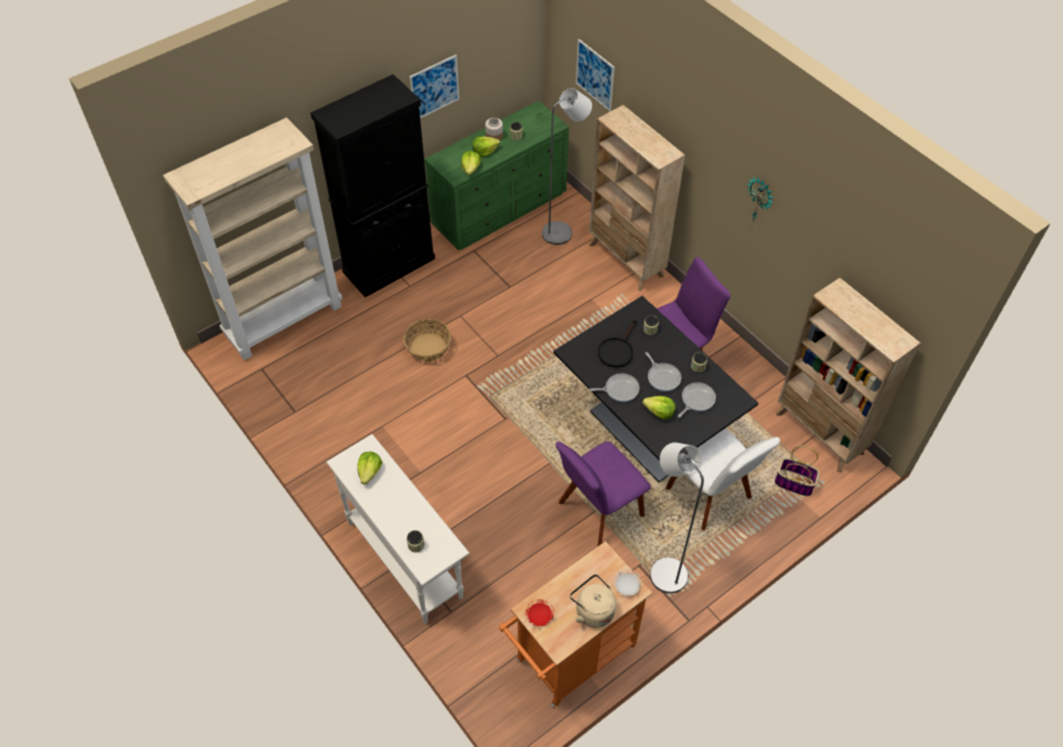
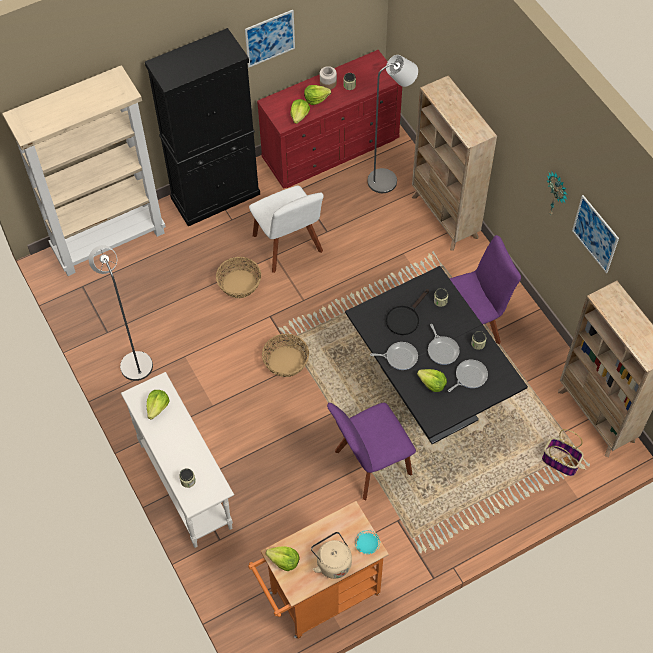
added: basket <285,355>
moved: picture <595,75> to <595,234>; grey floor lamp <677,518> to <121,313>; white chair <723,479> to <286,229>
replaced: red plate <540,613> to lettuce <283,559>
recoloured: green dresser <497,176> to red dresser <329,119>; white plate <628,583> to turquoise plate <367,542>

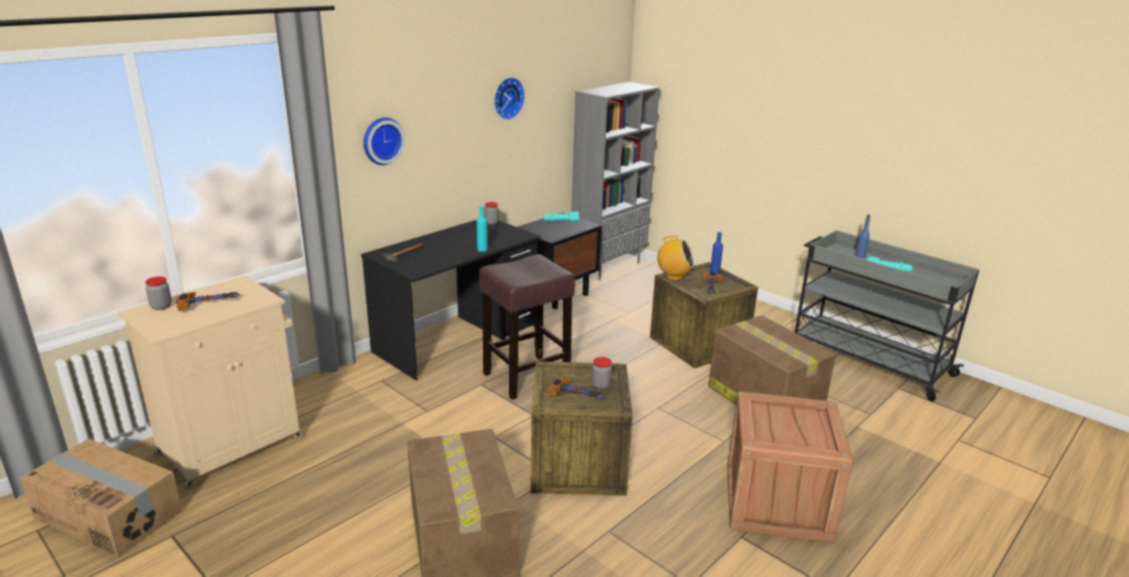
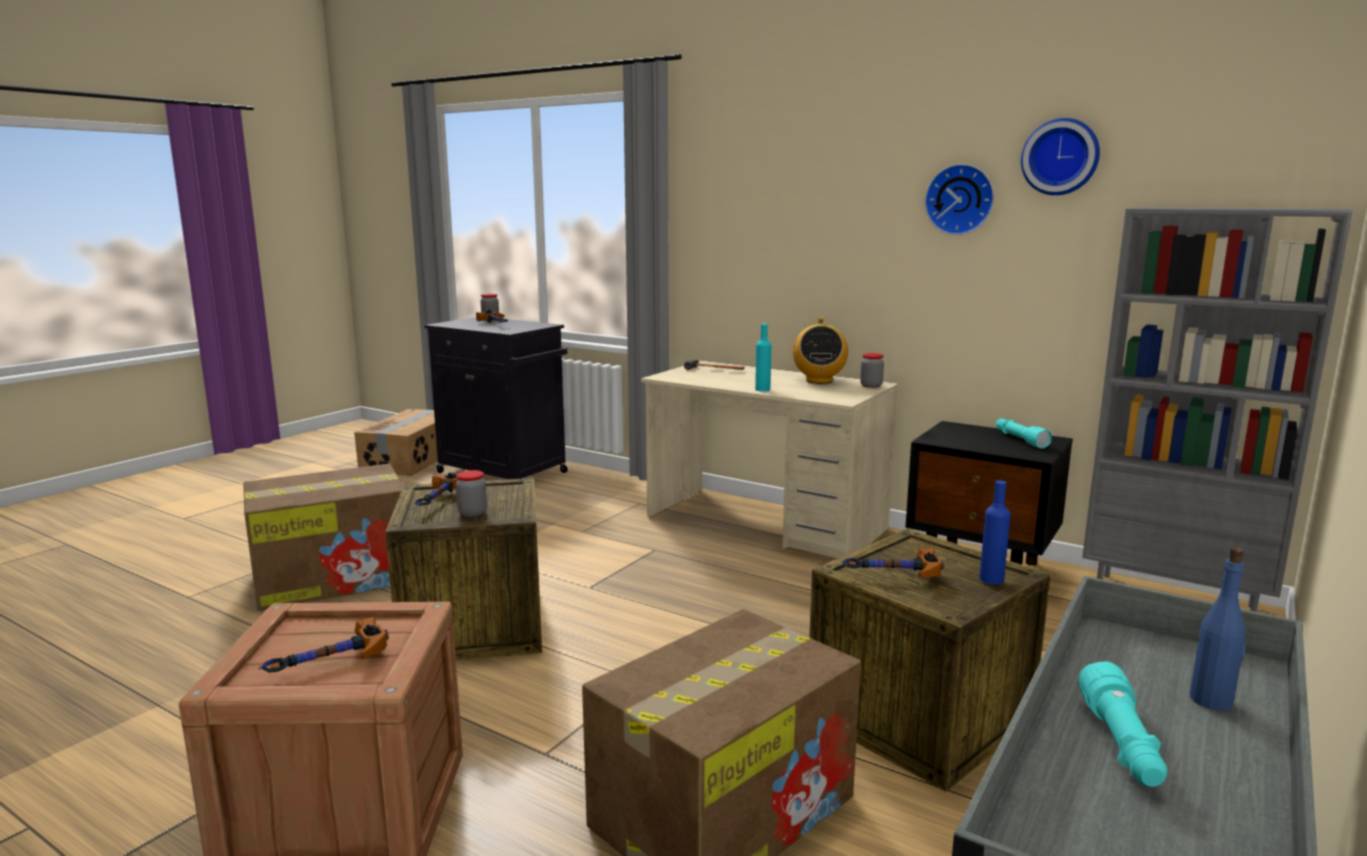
removed: brown stool <527,327>
added: hammer <324,645>
moved: wall clock <384,141> to <1060,156>; radio <675,257> to <820,351>
recoloured: beige cabinet <210,383> to black cabinet <496,398>; black desk <451,300> to beige desk <770,459>

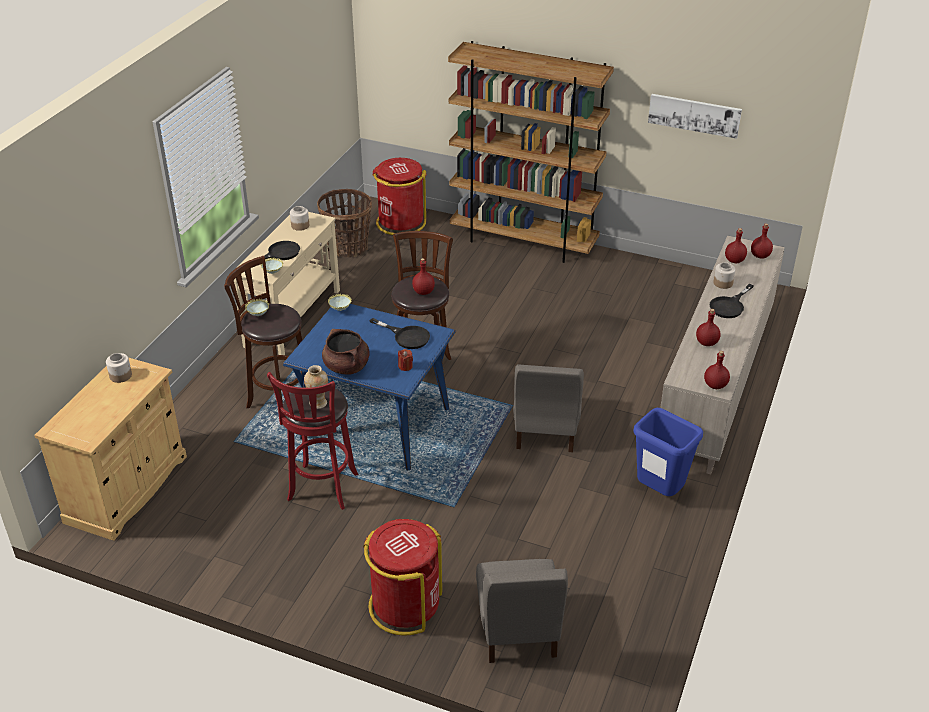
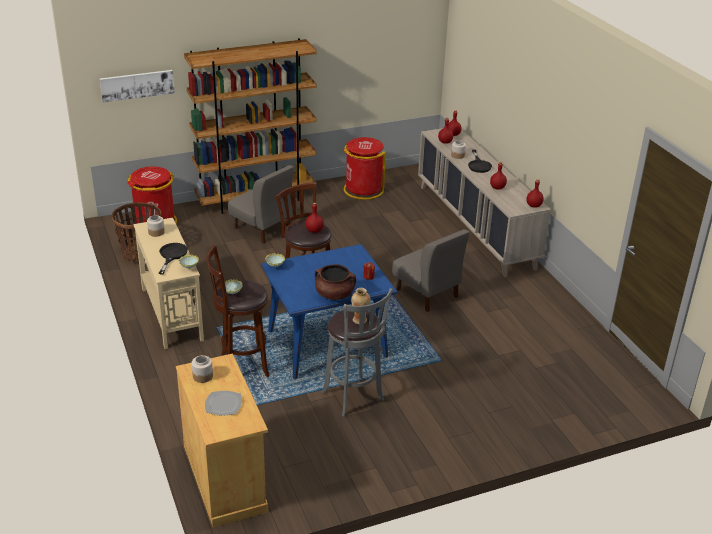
removed: black frying pan <400,333>; blue trash can <668,452>
added: plate <223,403>
moved: red trash can <402,577> to <365,168>; grey chair <522,611> to <261,204>; picture <695,116> to <137,86>
recoloured: red stool <313,441> to grey stool <357,352>

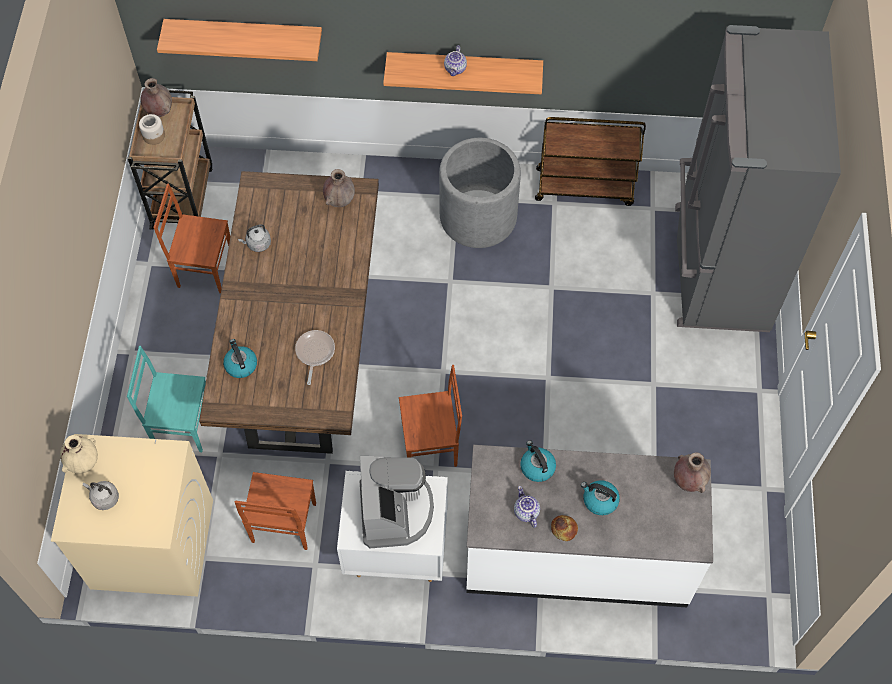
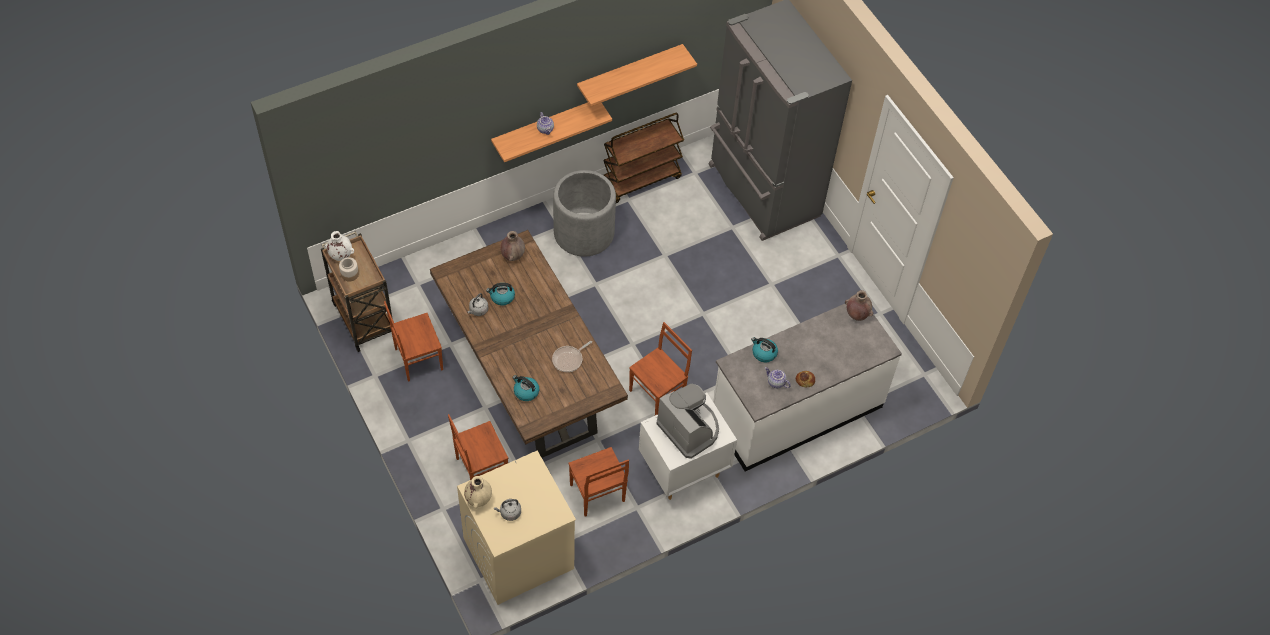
moved: shelf <239,40> to <637,75>; kettle <600,497> to <500,294>
recoloured: turquoise chair <166,399> to brown chair <478,447>; brown vase <156,97> to white vase <339,246>
turned: frying pan <315,357> = <572,356> 105 degrees counterclockwise

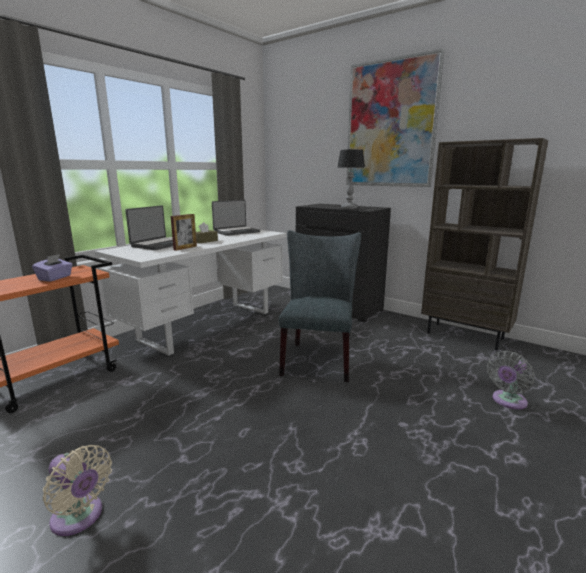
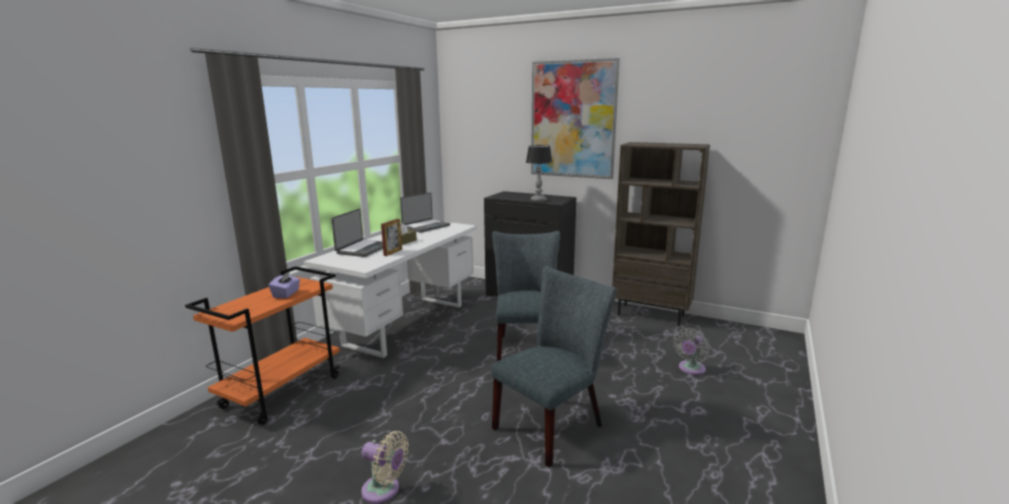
added: grey chair <553,366>

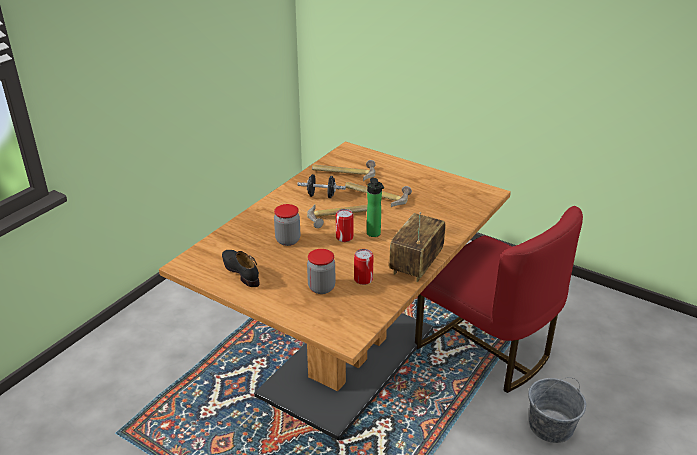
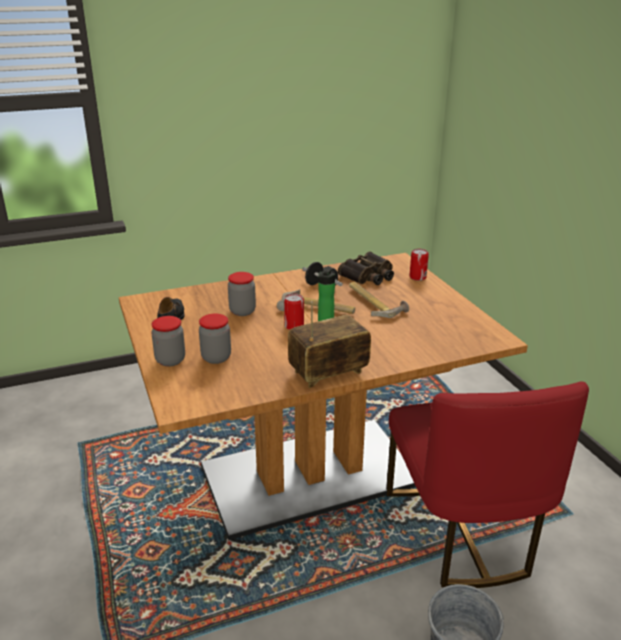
added: jar <168,341>
moved: can <364,267> to <419,265>
replaced: hammer <344,170> to binoculars <366,268>

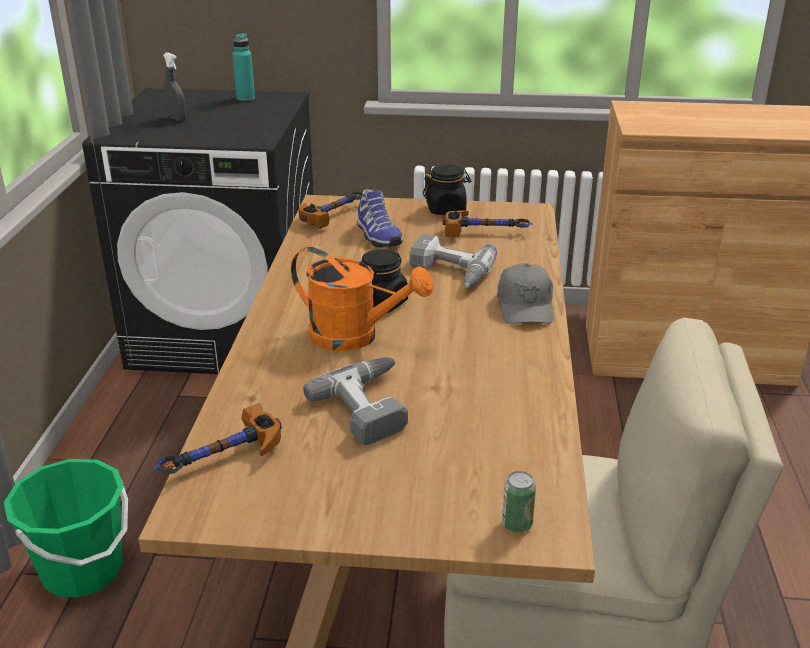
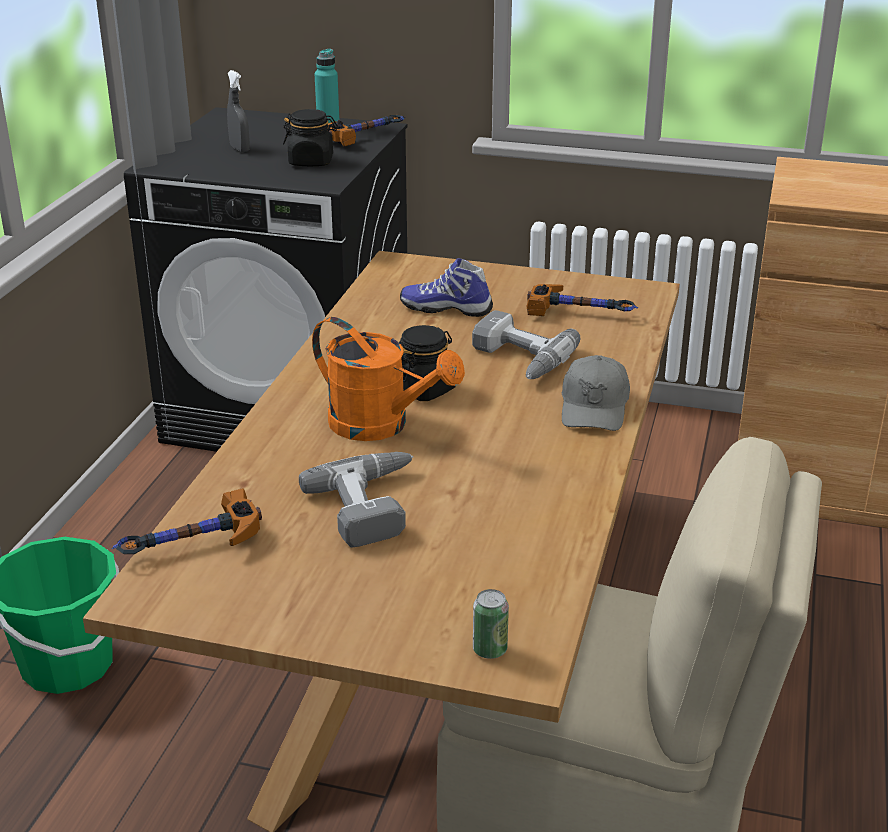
moved: hammer <331,210> to <365,131>; black jar <447,189> to <310,137>
turned: shoe <380,218> = <446,287> 120 degrees clockwise

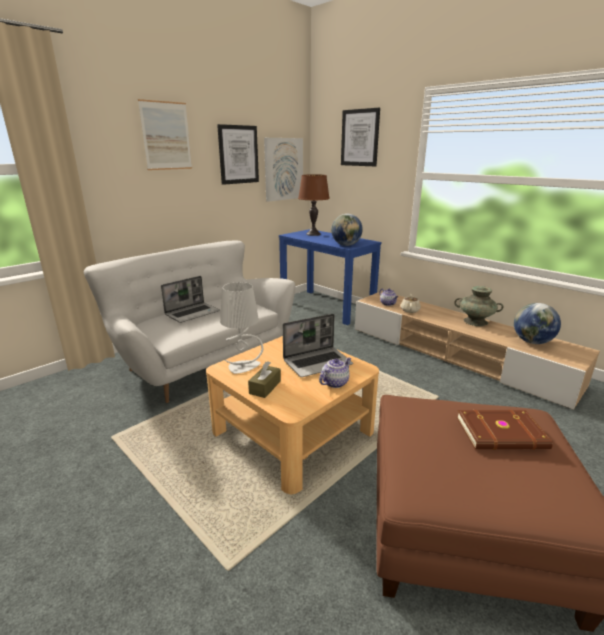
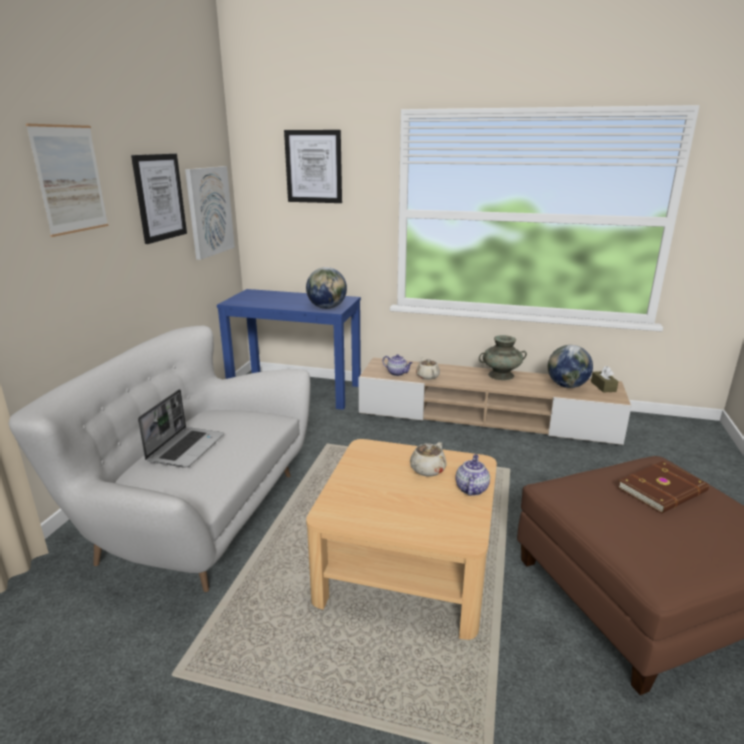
removed: grey table lamp <241,328>; brown table lamp <314,205>
moved: brown tissue box <264,379> to <605,379>
replaced: laptop <318,345> to beige teapot <428,459>

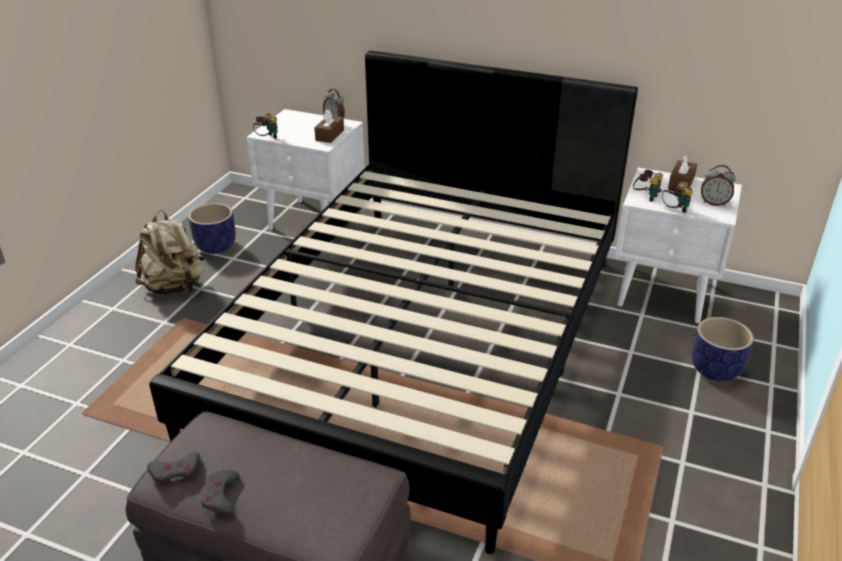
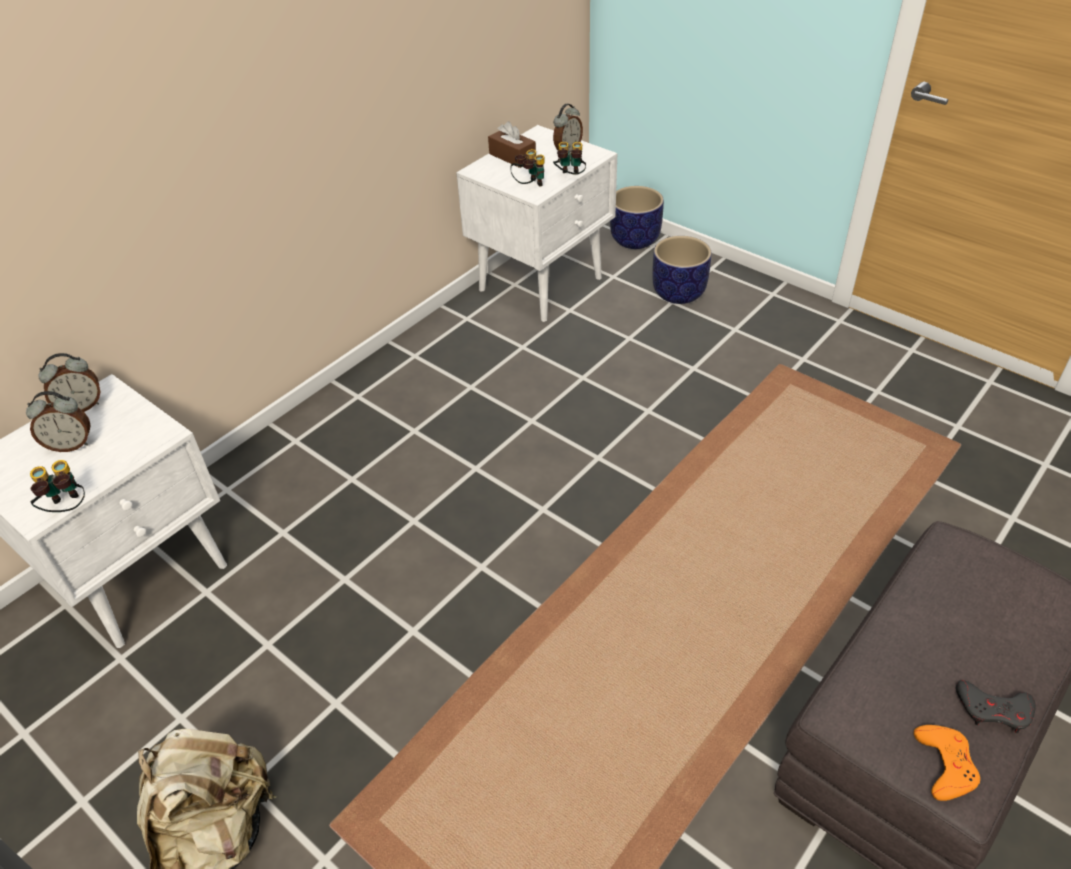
removed: black bed <393,302>; brown tissue box <329,126>
added: alarm clock <58,421>
moved: planter <212,228> to <637,217>
recoloured: grey game controller <173,469> to orange game controller <947,763>

